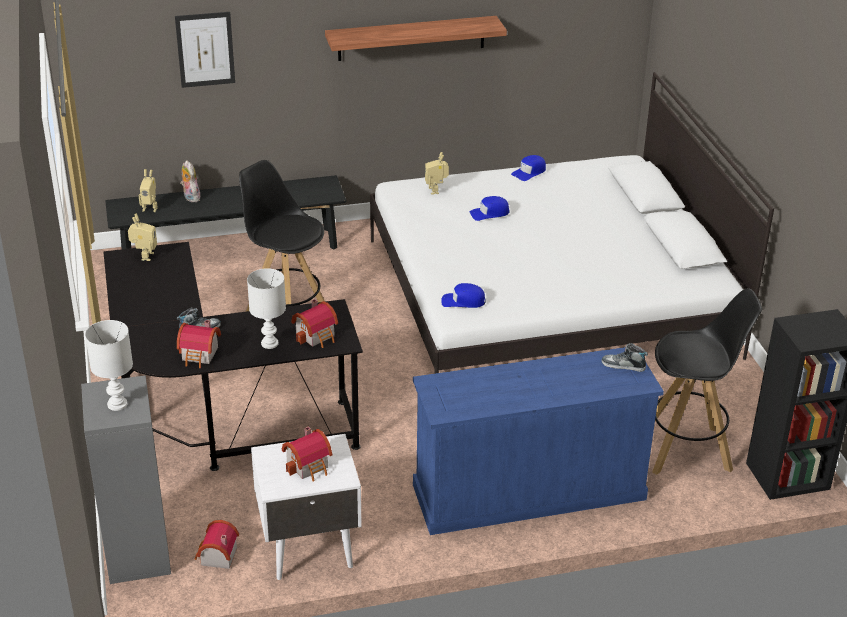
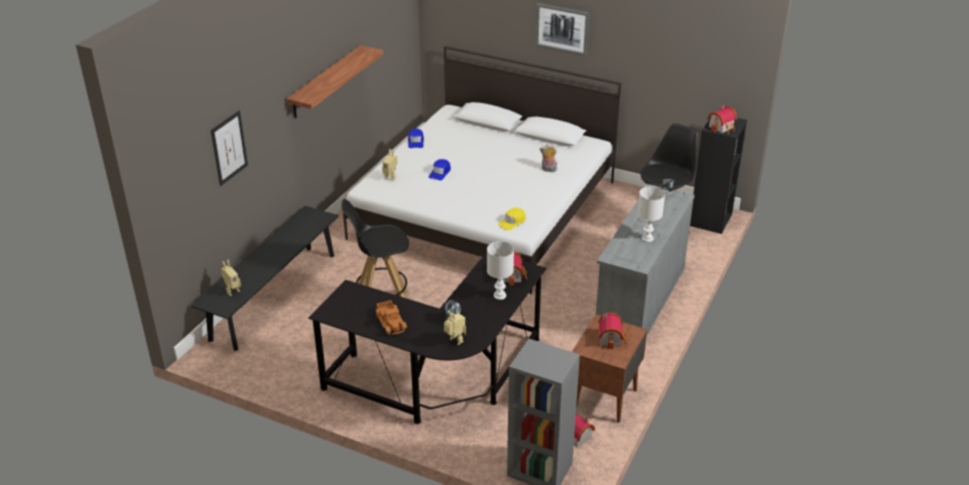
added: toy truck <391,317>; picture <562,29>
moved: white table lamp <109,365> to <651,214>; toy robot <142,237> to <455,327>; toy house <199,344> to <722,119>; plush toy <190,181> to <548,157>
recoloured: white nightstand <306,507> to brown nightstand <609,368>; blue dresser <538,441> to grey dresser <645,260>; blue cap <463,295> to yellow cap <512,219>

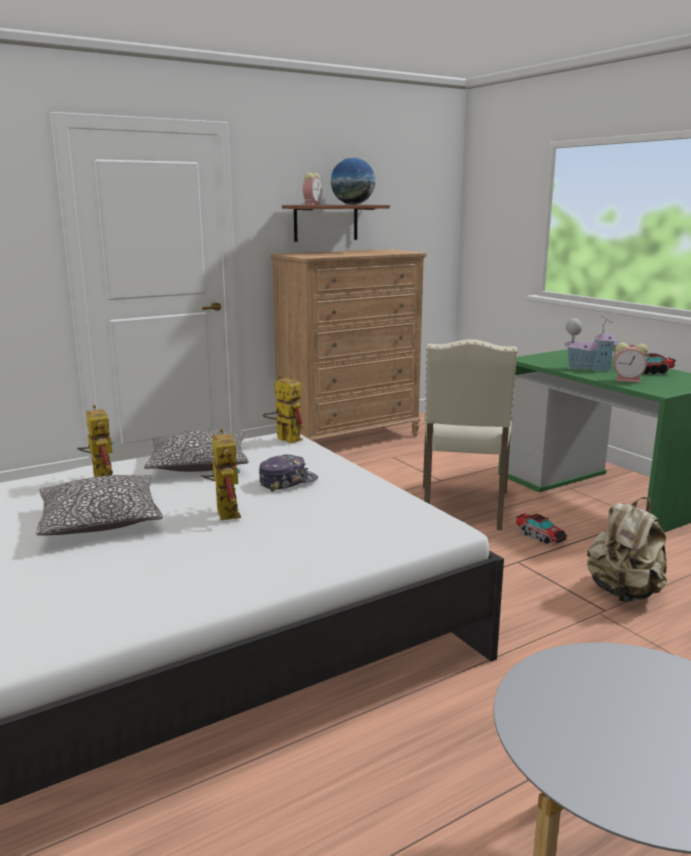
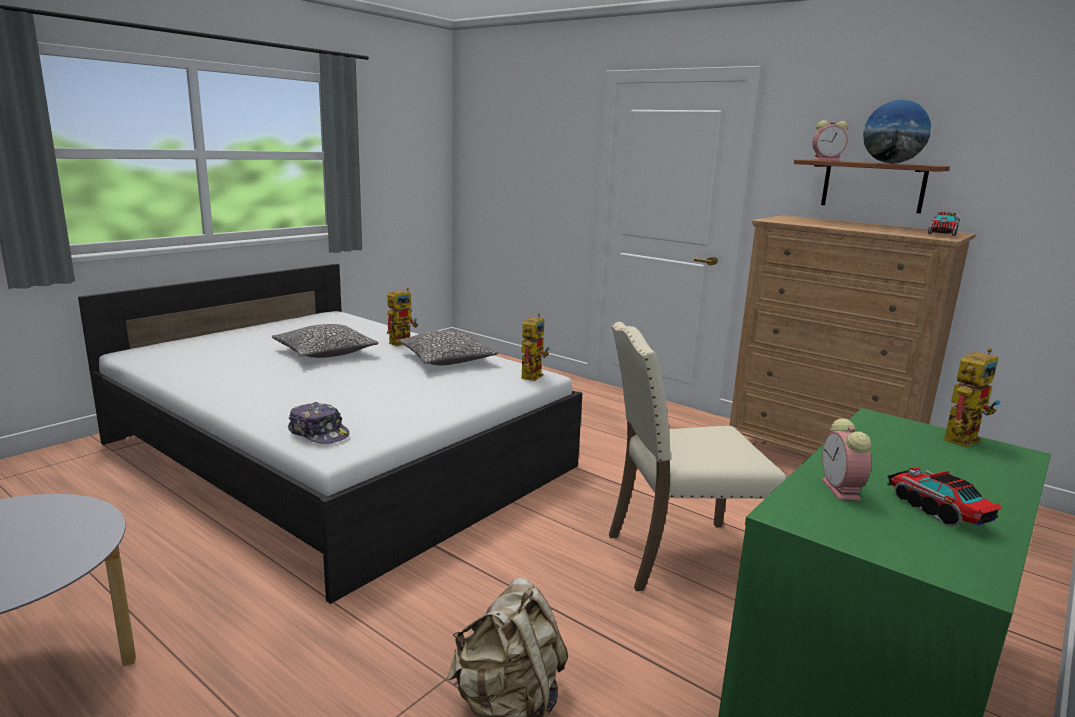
removed: toy house <592,343>
moved: toy robot <221,474> to <972,398>; cap <288,473> to <318,423>; toy truck <542,528> to <944,224>

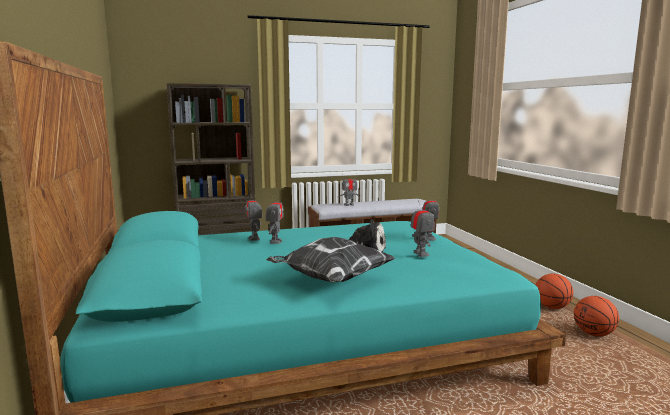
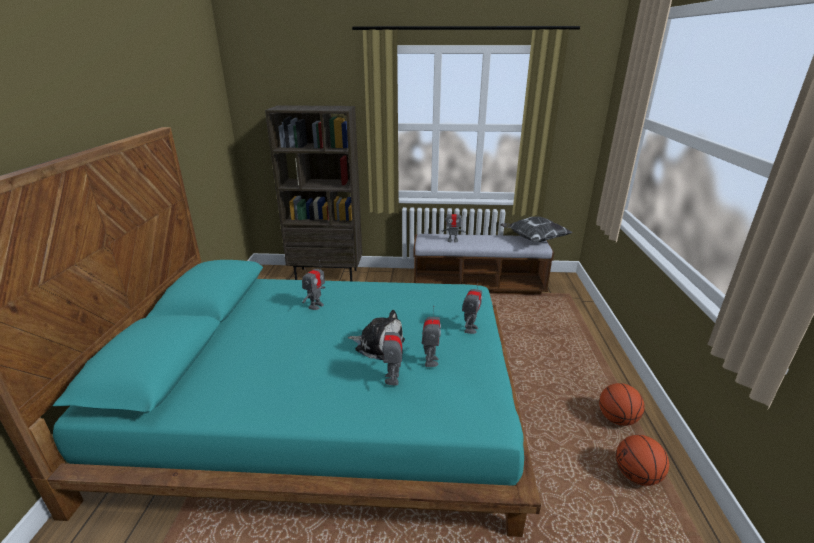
moved: toy robot <254,216> to <392,352>; pillow <330,259> to <536,229>

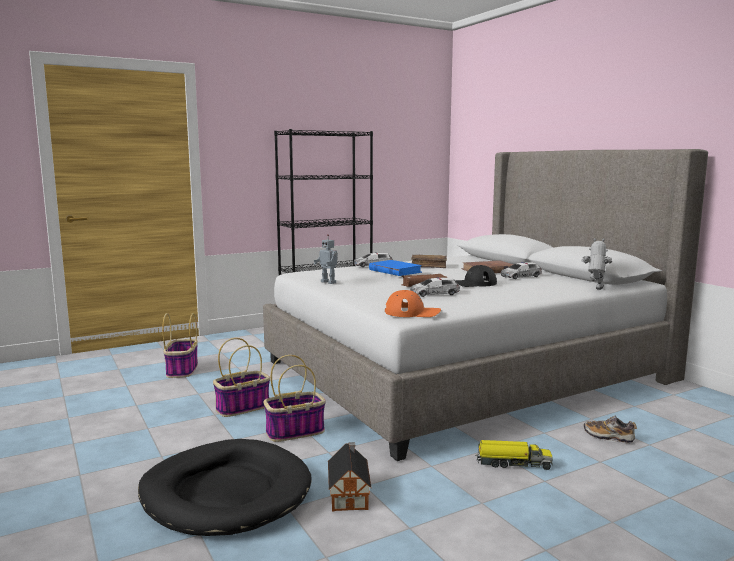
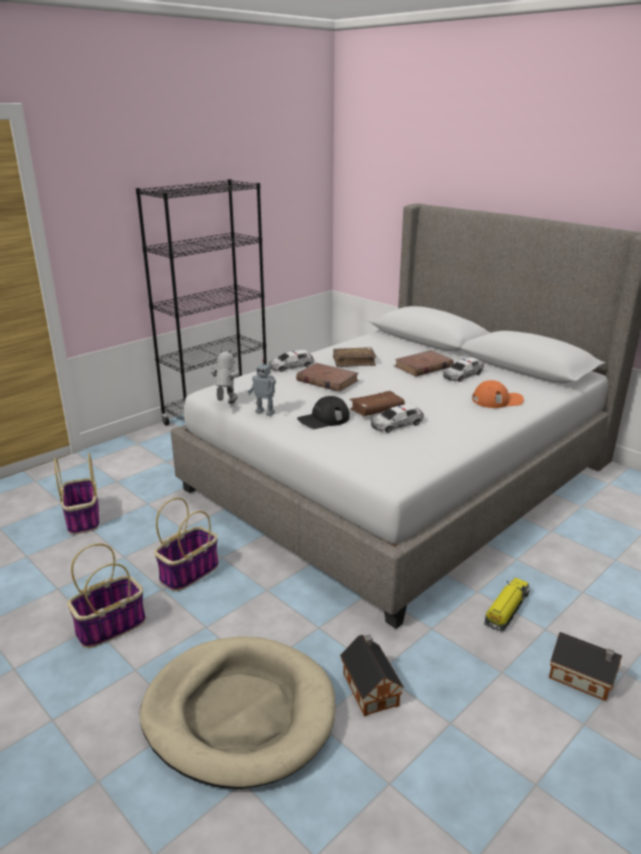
removed: shoe <610,430>
added: toy house <585,666>
moved: basket <295,398> to <106,596>; orange cap <413,303> to <498,394>; black cap <476,276> to <323,412>; toy robot <597,264> to <224,376>
recoloured: black dog bed <224,487> to beige dog bed <237,712>; blue book <395,268> to brown book <327,377>
turned: toy truck <514,455> = <507,605> 45 degrees counterclockwise

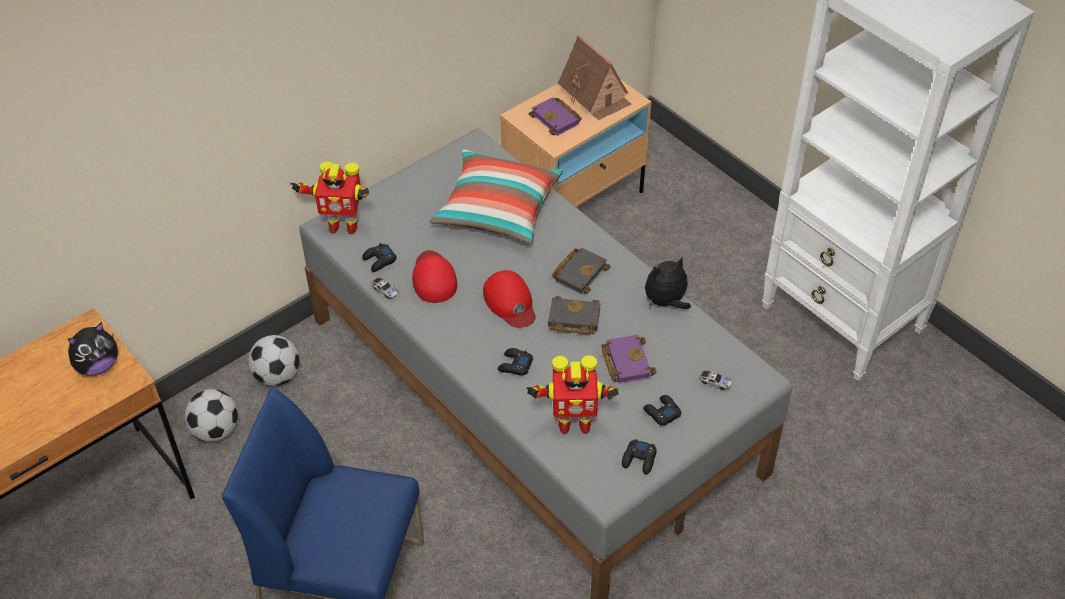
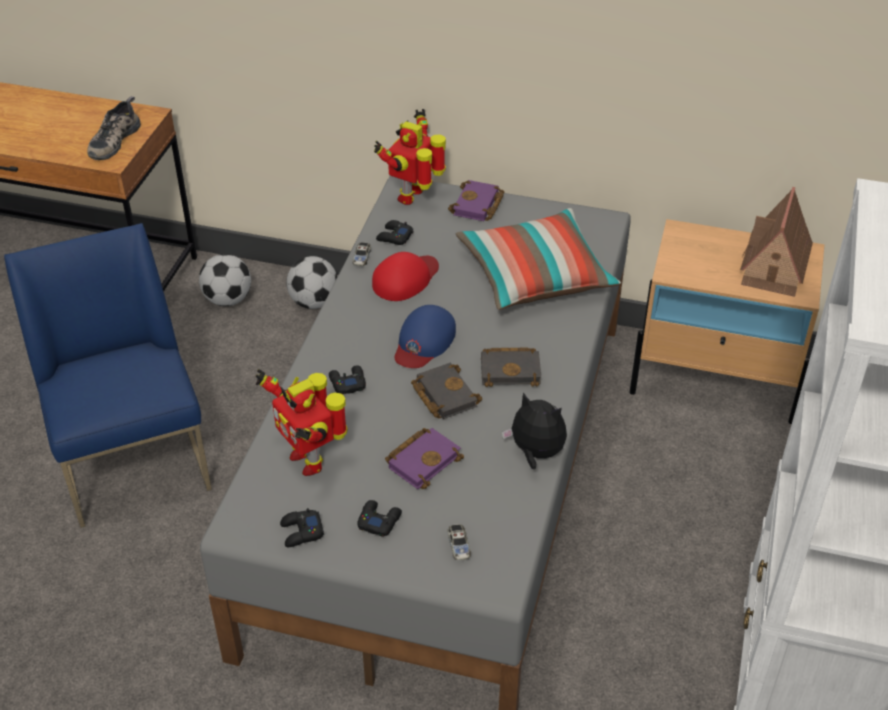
moved: purple book <555,116> to <476,200>
replaced: plush toy <93,349> to shoe <114,128>
recoloured: red cap <509,299> to blue cap <425,336>
turned: toy robot <329,197> = <410,157> 60 degrees clockwise

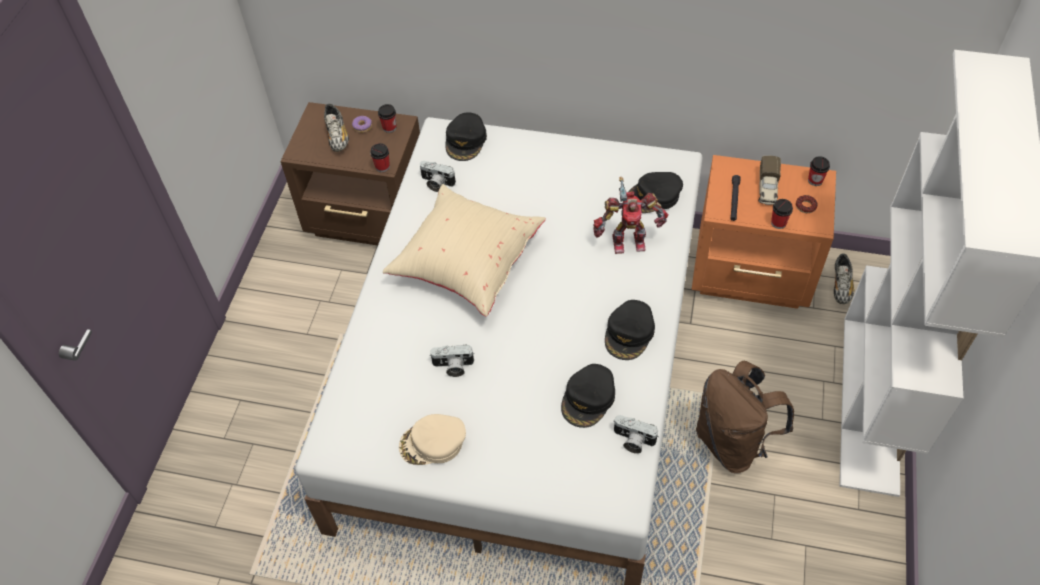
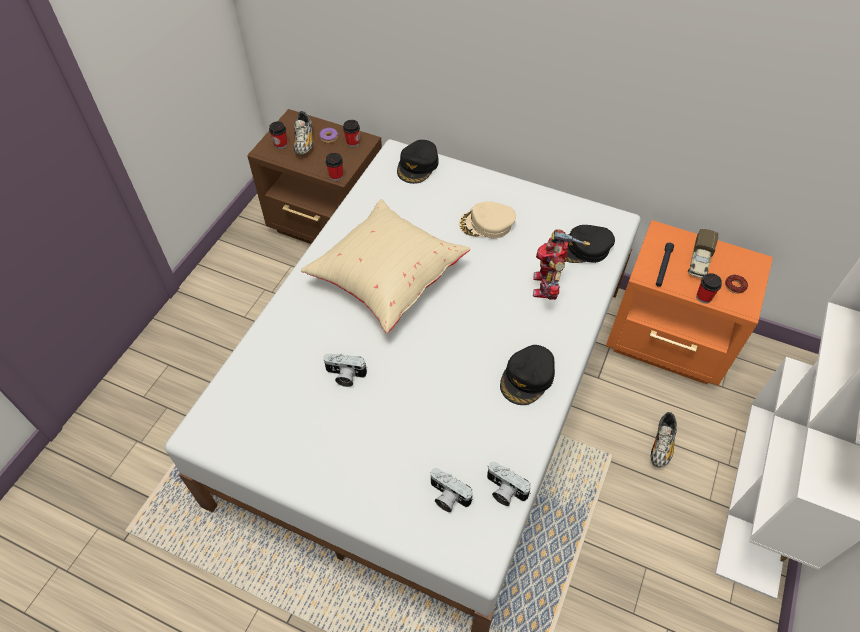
removed: black cap <588,396>; brown backpack <745,416>
moved: beige cap <432,439> to <487,220>; photo camera <437,176> to <451,490>; cup <819,171> to <278,135>; shoe <844,278> to <663,440>
turned: toy robot <631,215> = <561,264> 90 degrees clockwise

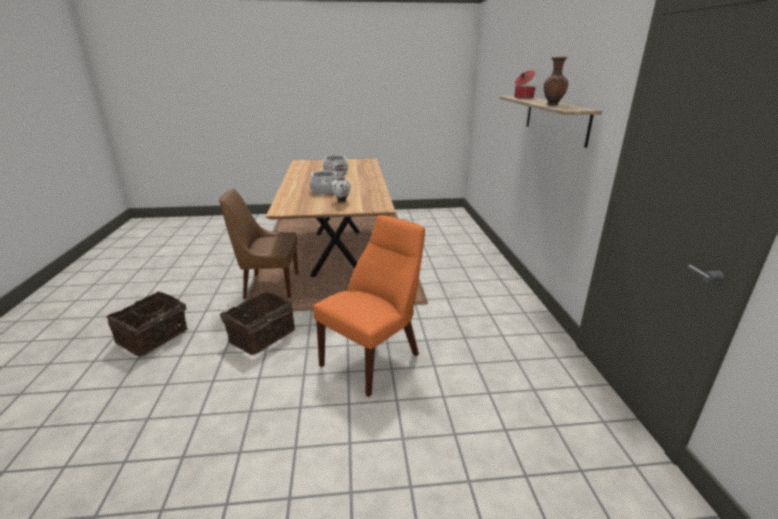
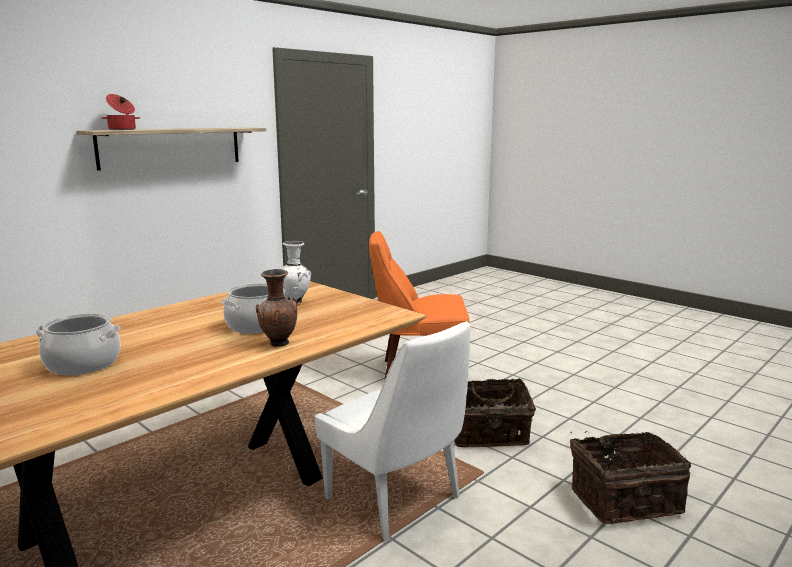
moved: brown vase <556,81> to <276,308>
recoloured: brown chair <258,244> to white chair <392,431>

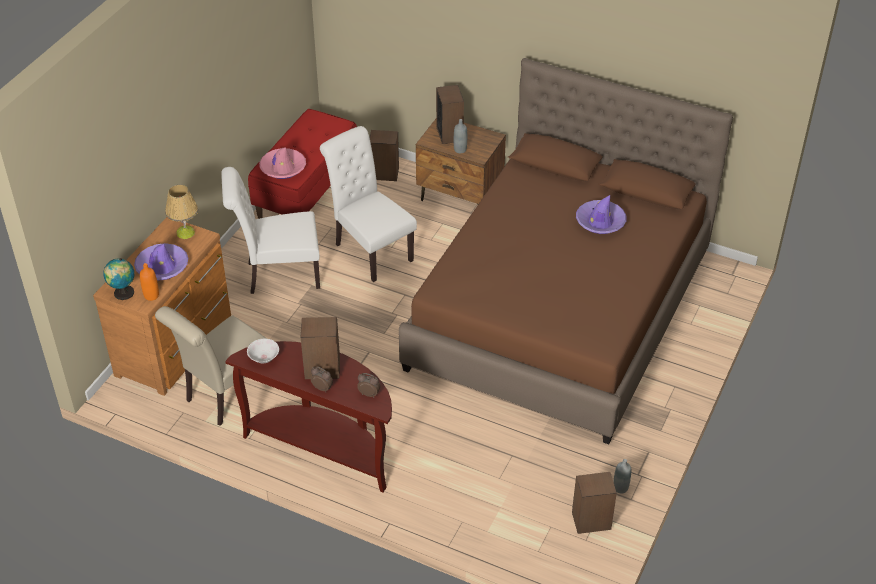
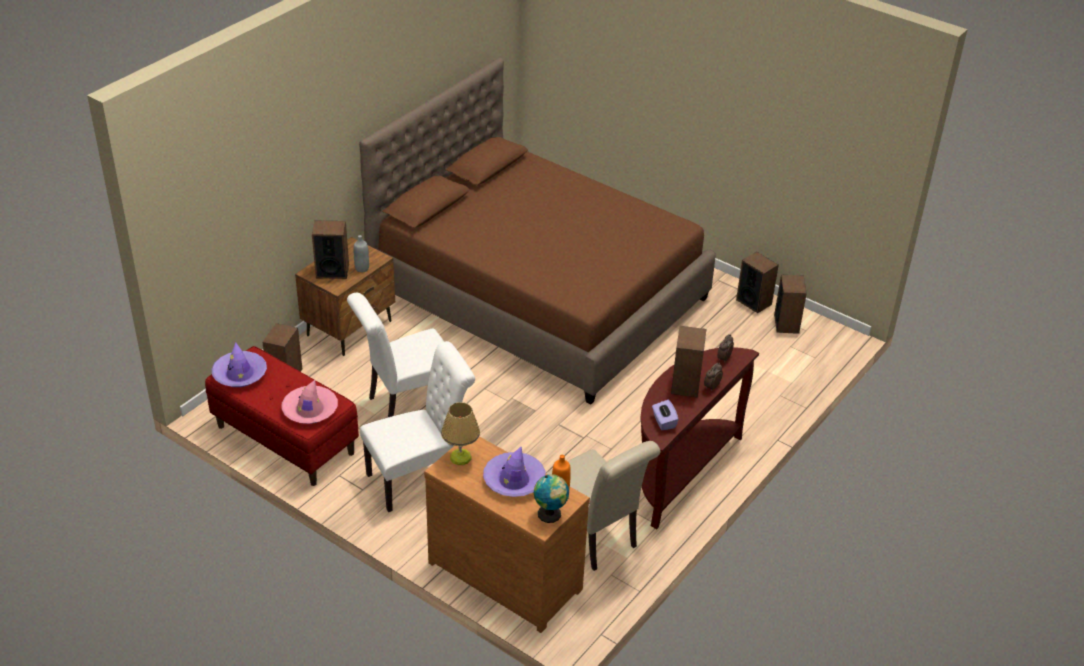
moved: purple hat <601,214> to <239,364>
replaced: white bowl <263,351> to purple tissue box <665,415>; grey bottle <622,476> to speaker <757,282>
turned: white chair <270,230> = <417,426> 120 degrees counterclockwise

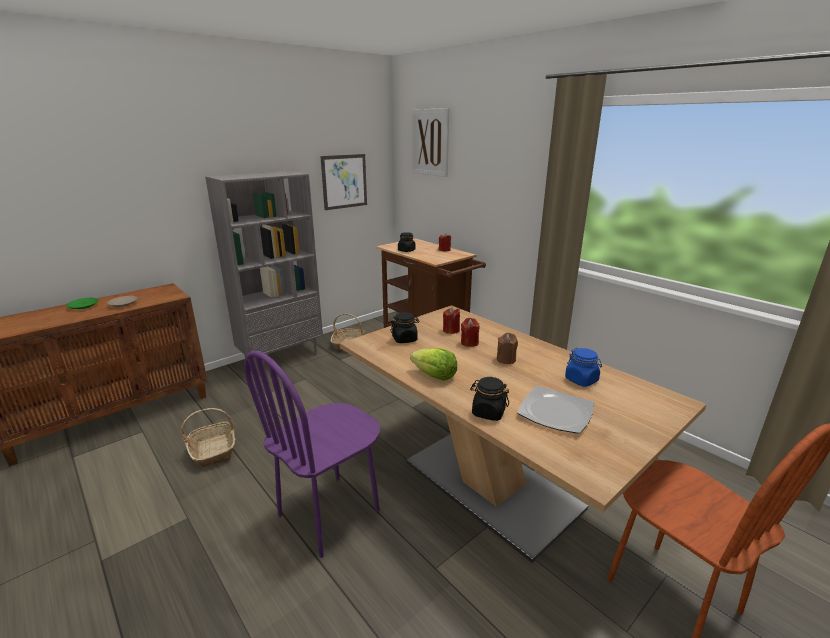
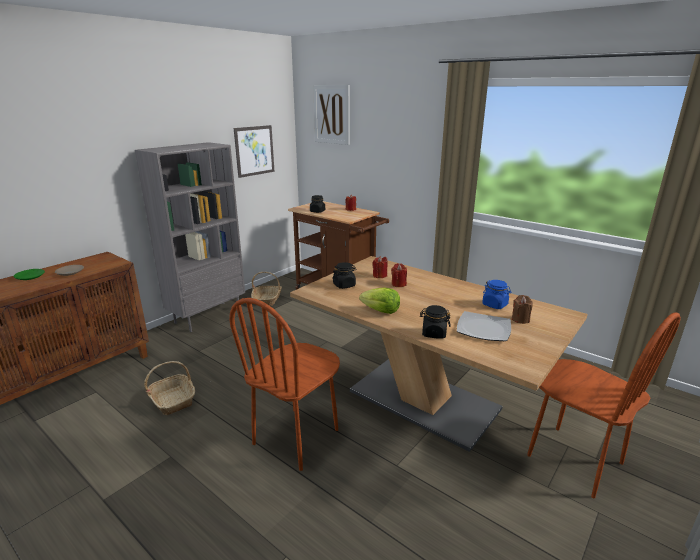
moved: brown candle <507,348> to <522,309>
recoloured: purple chair <312,454> to brown chair <284,384>

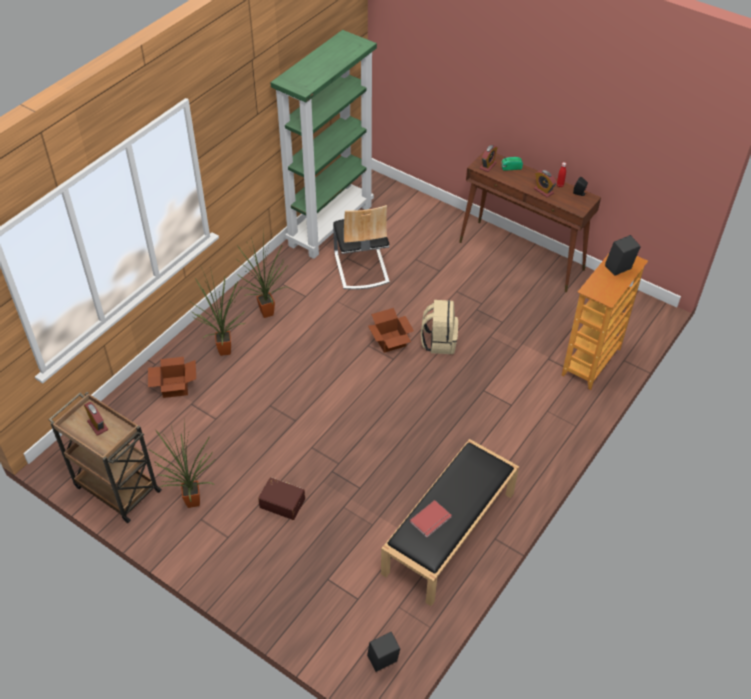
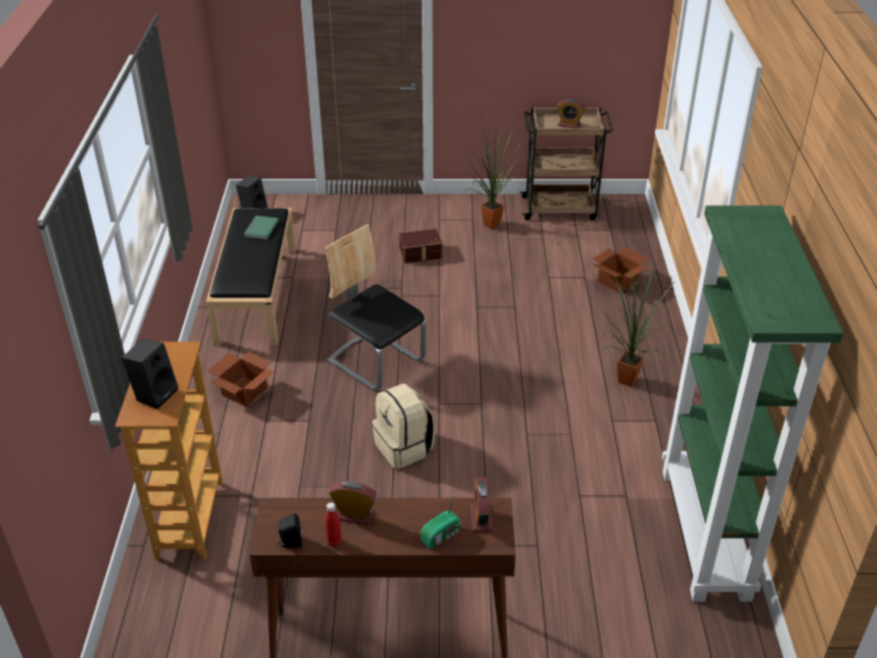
removed: potted plant <218,310>
moved: chair <361,247> to <375,307>; cardboard box <391,330> to <241,379>
recoloured: red book <431,518> to green book <261,228>

